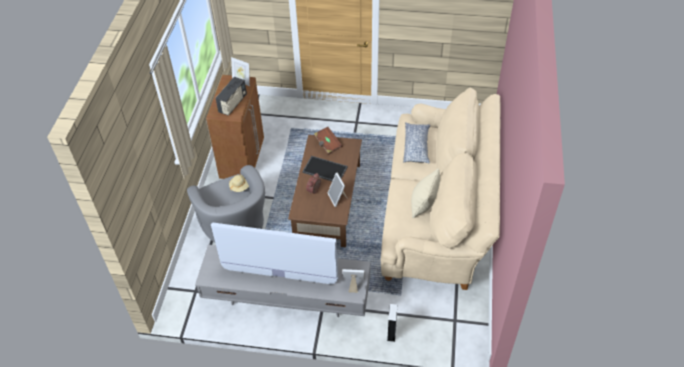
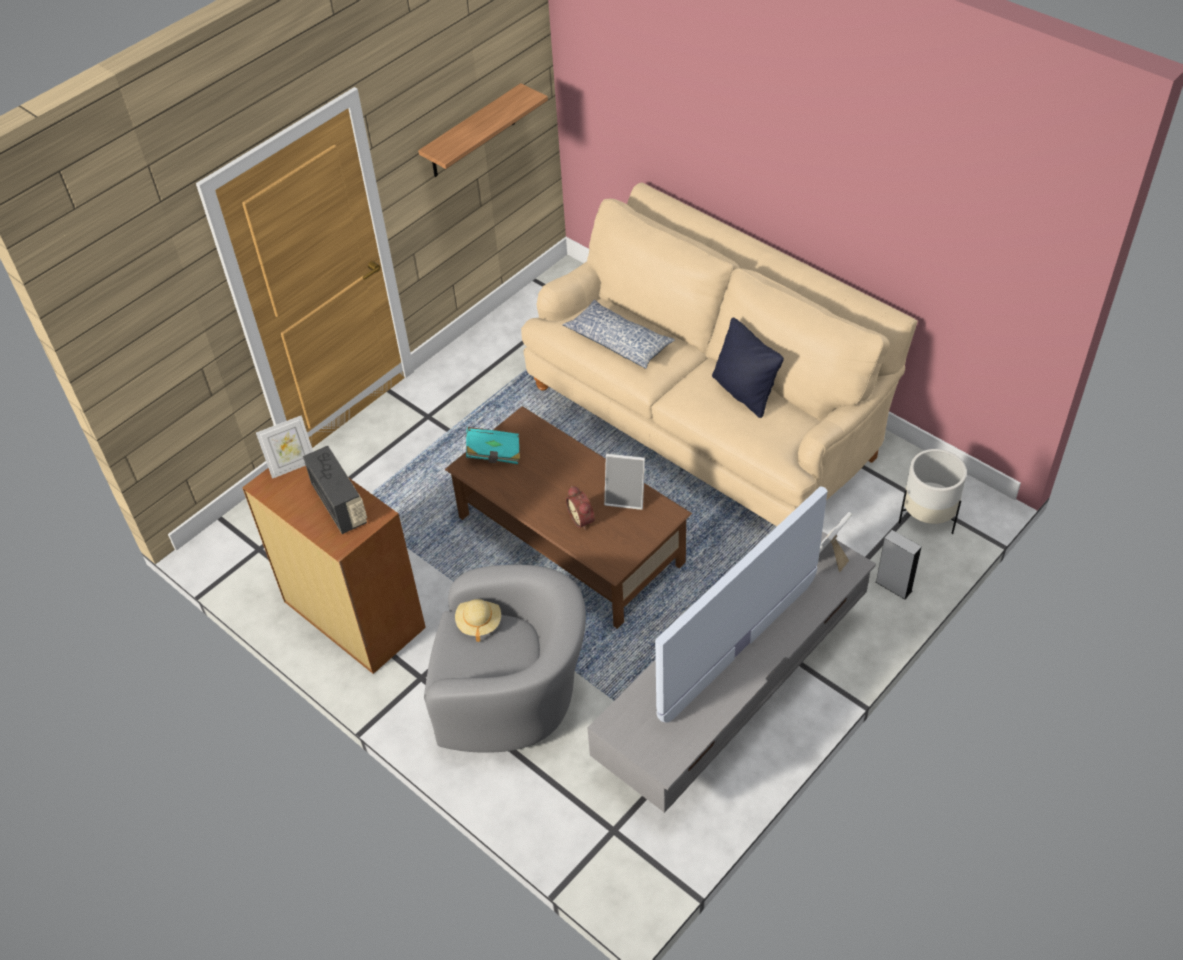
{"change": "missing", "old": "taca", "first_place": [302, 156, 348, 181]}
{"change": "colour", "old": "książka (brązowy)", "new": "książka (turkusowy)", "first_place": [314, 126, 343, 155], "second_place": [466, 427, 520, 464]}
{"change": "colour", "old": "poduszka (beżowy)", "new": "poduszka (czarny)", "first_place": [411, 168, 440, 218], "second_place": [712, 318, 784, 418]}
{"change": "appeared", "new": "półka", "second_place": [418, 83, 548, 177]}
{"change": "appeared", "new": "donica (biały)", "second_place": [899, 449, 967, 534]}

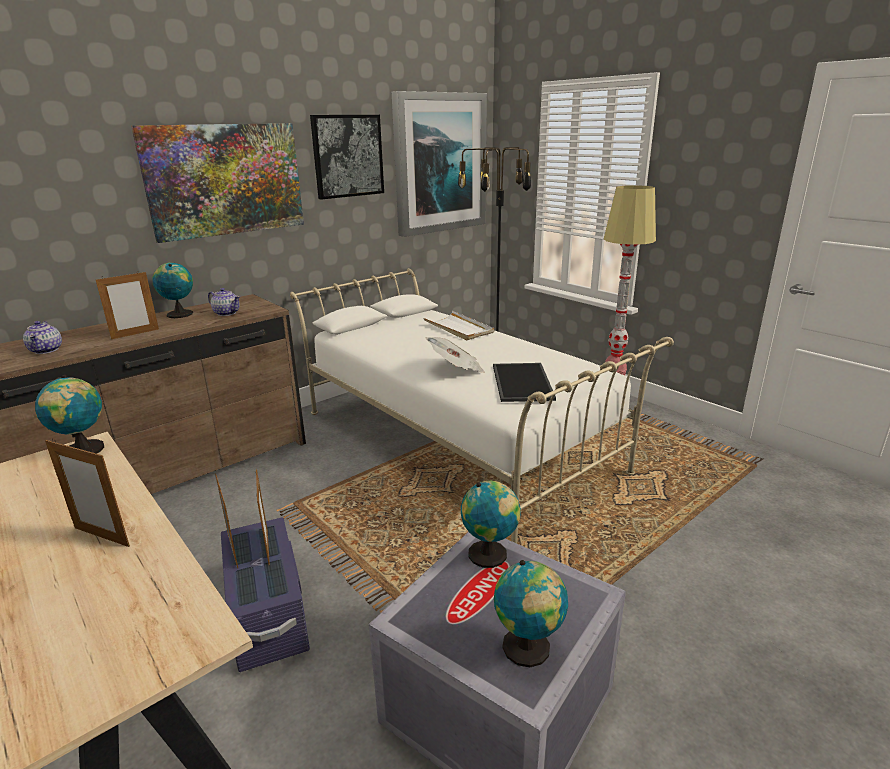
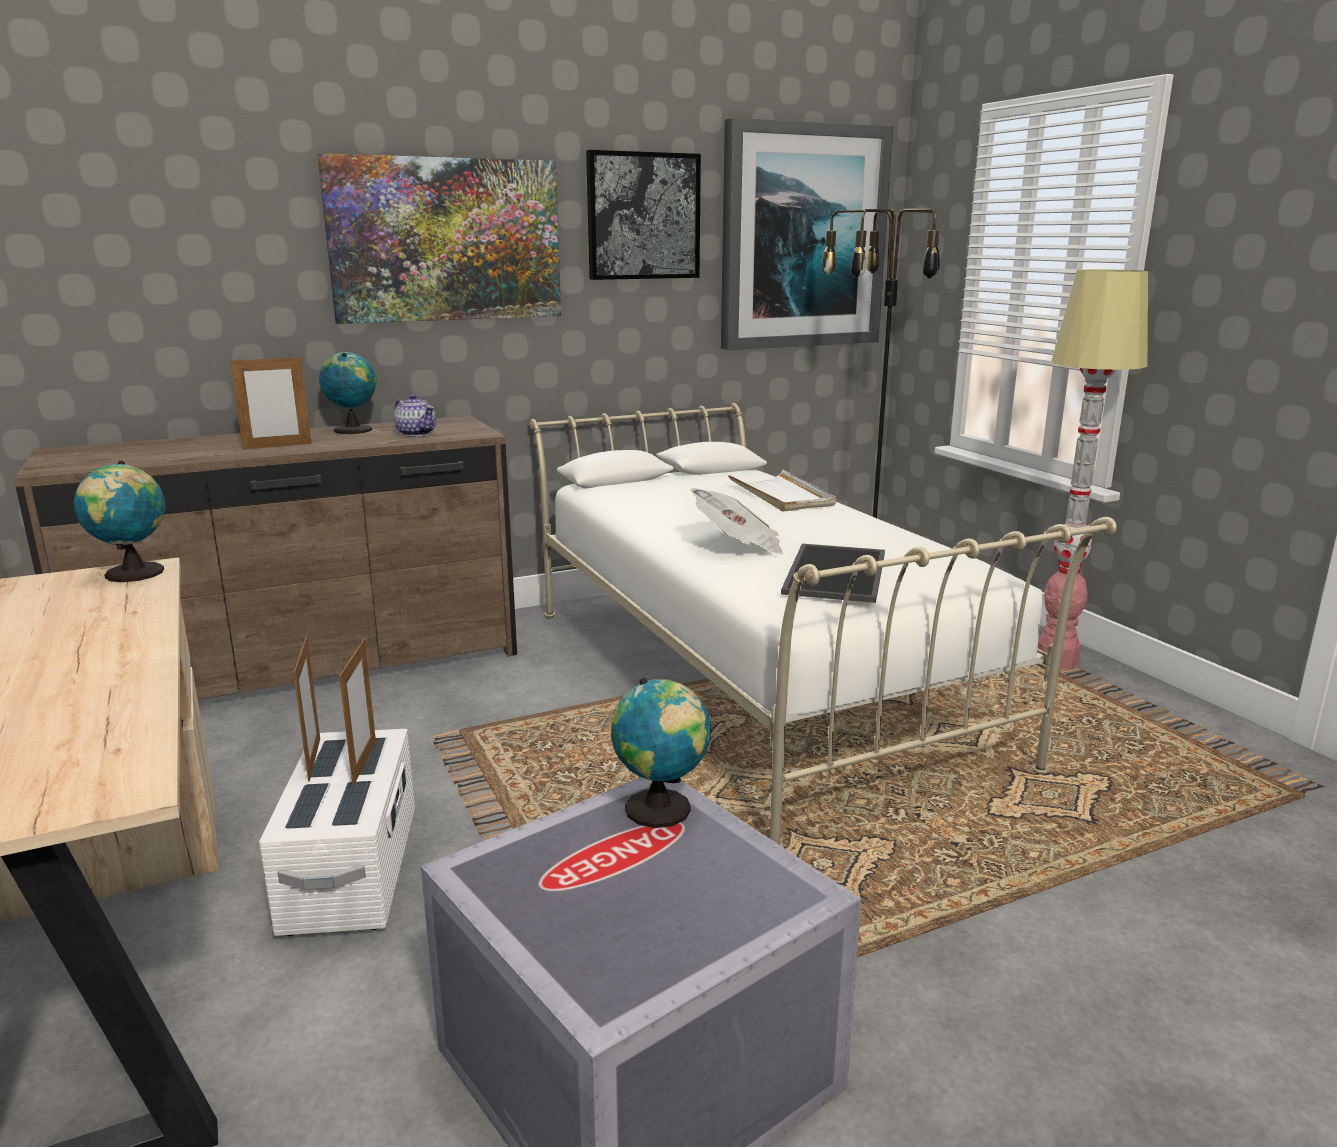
{"change": "missing", "old": "imbryk", "first_place": [23, 321, 62, 354]}
{"change": "missing", "old": "ramka na zdjęcie", "first_place": [45, 439, 130, 547]}
{"change": "colour", "old": "pojemnik do przechowywania (fioletowy)", "new": "pojemnik do przechowywania (biały)", "first_place": [221, 517, 310, 672], "second_place": [259, 729, 415, 936]}
{"change": "missing", "old": "globus", "first_place": [494, 560, 568, 667]}

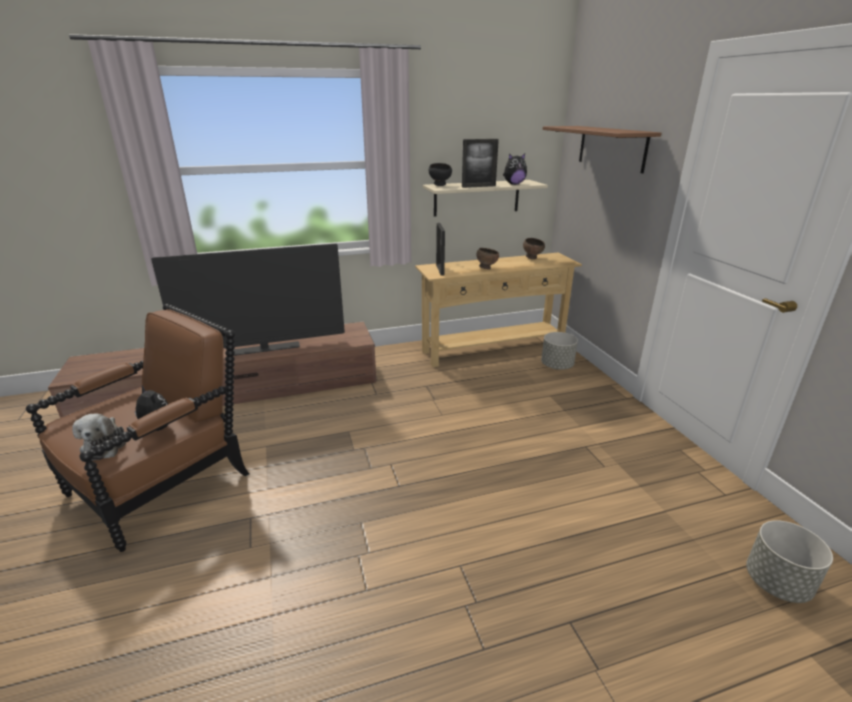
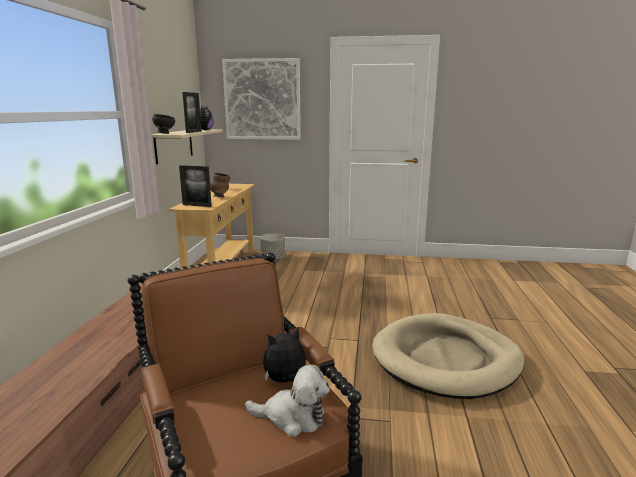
{"change": "missing", "old": "telewizor", "first_place": [151, 244, 345, 356]}
{"change": "exchanged", "old": "półka (brązowy)", "new": "obraz", "first_place": [542, 126, 661, 173], "second_place": [222, 58, 301, 140]}
{"change": "missing", "old": "donica (szary)", "first_place": [746, 520, 833, 603]}
{"change": "appeared", "new": "legowisko (beżowy)", "second_place": [372, 313, 525, 399]}

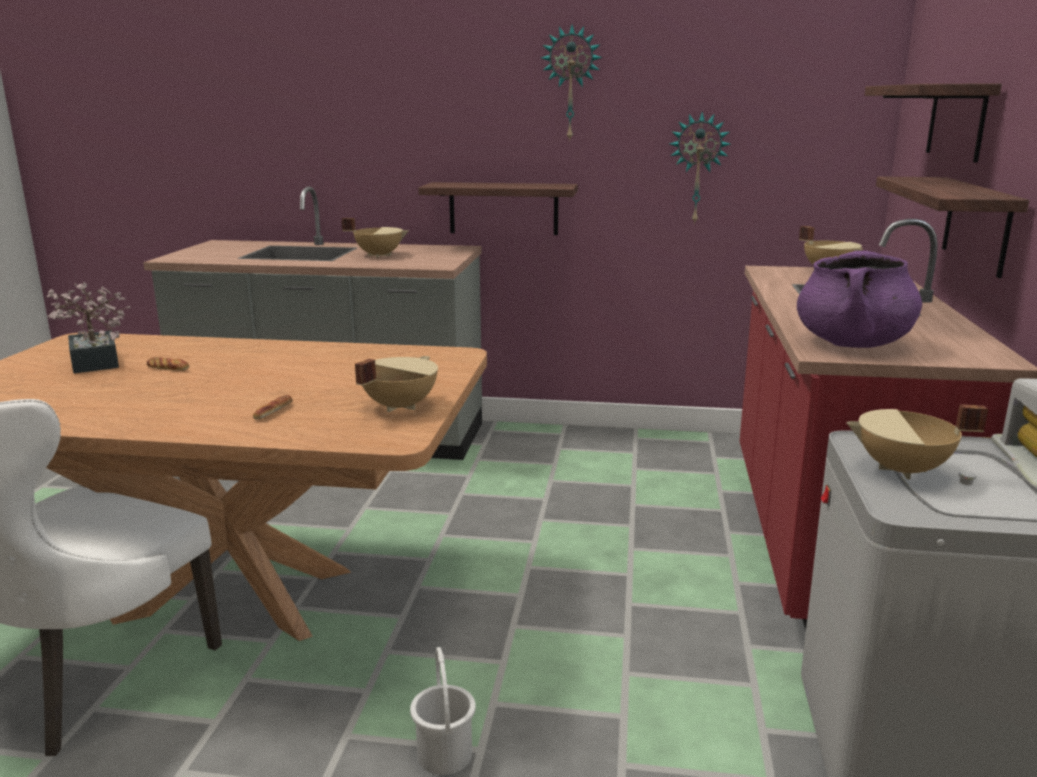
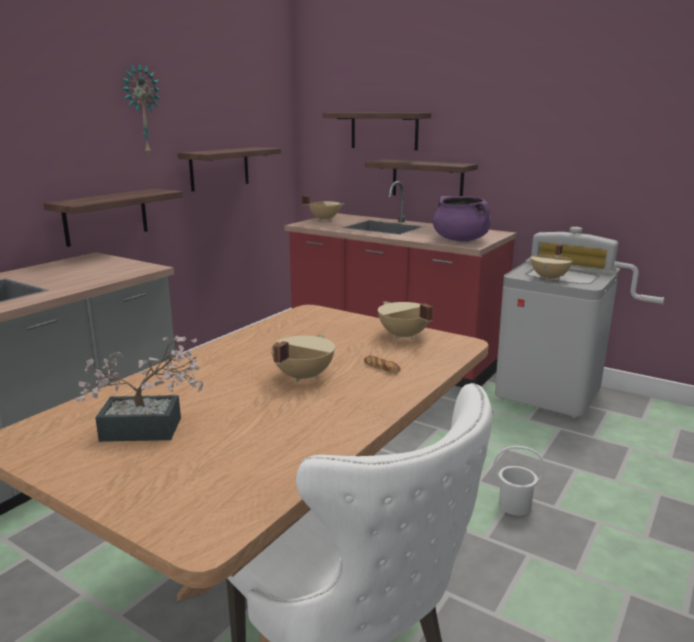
{"change": "missing", "old": "chleb", "first_place": [147, 357, 189, 371]}
{"change": "relocated", "old": "garnek (beżowy)", "first_place": [342, 218, 409, 258], "second_place": [271, 334, 335, 382]}
{"change": "exchanged", "old": "zegar ścienny", "new": "półka", "first_place": [669, 112, 731, 225], "second_place": [177, 147, 281, 191]}

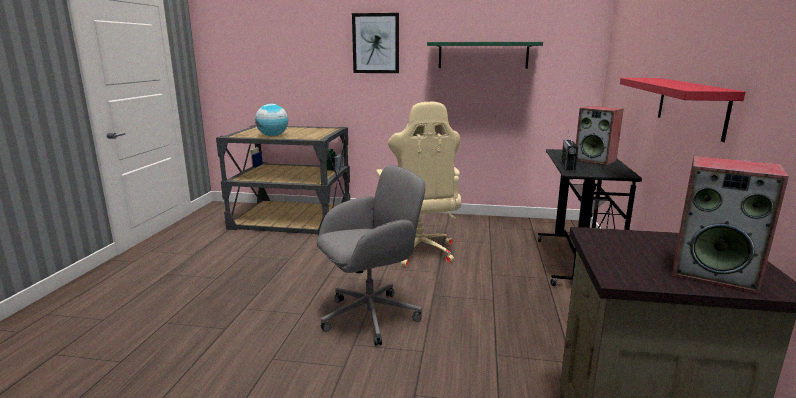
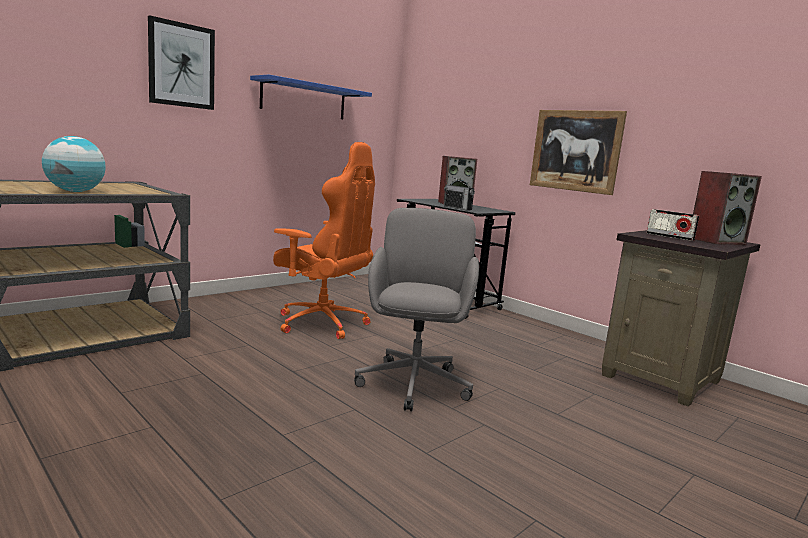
{"change": "colour", "old": "krzesło biurowe (beżowy)", "new": "krzesło biurowe (pomarańczowy)", "first_place": [376, 102, 461, 267], "second_place": [273, 142, 375, 339]}
{"change": "colour", "old": "półka (zielony)", "new": "półka (niebieski)", "first_place": [427, 42, 543, 69], "second_place": [250, 75, 372, 119]}
{"change": "exchanged", "old": "półka (czerwony)", "new": "obraz", "first_place": [620, 78, 745, 142], "second_place": [530, 110, 627, 195]}
{"change": "appeared", "new": "radio", "second_place": [647, 209, 699, 241]}

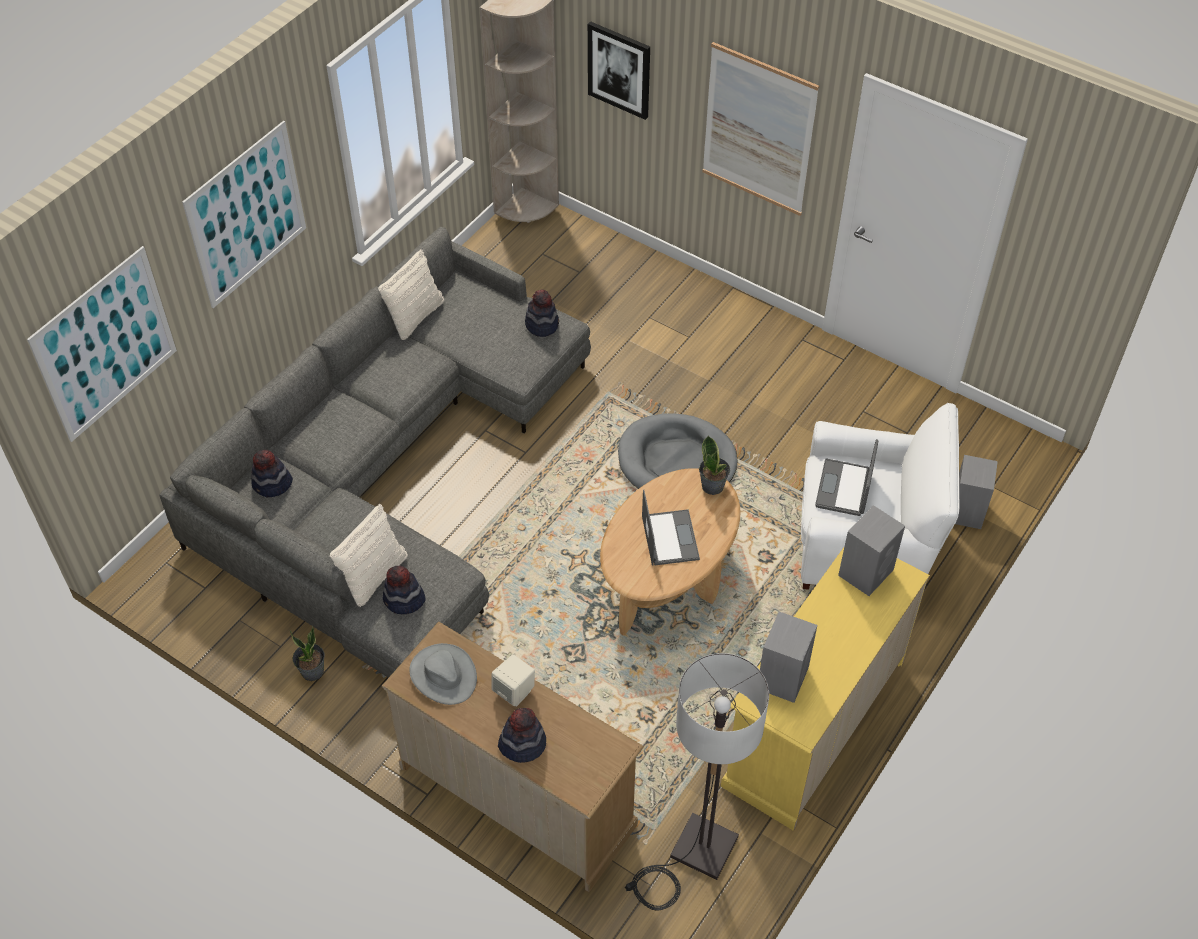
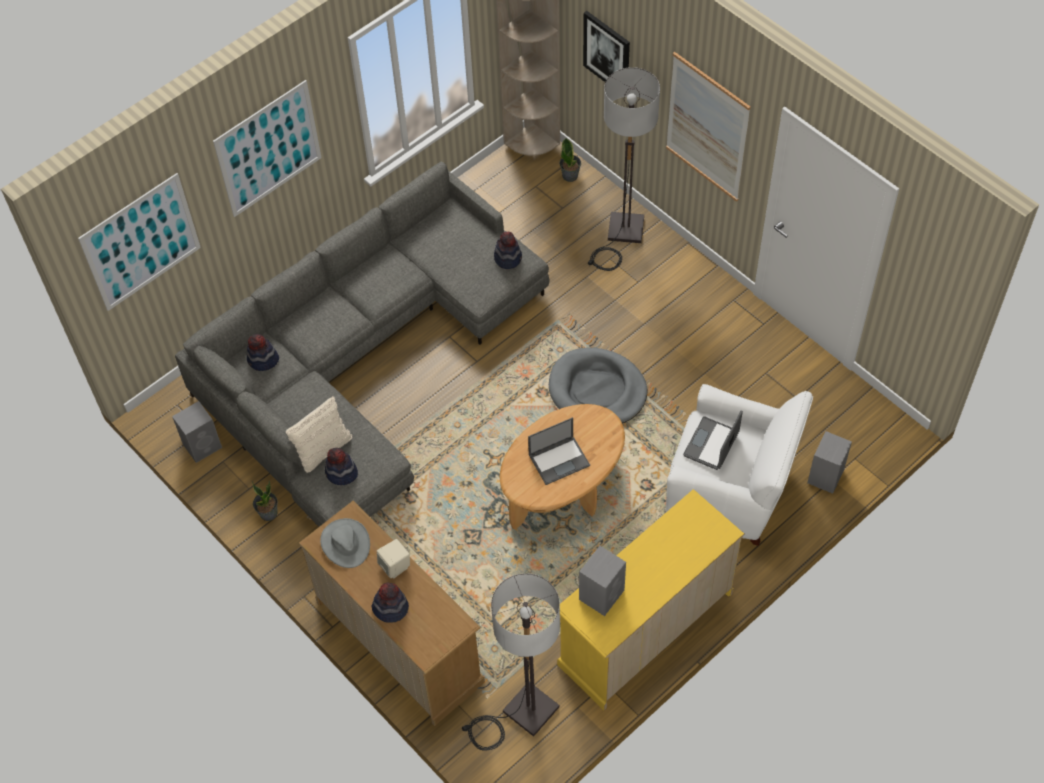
{"change": "missing", "old": "poduszka (beżowy)", "first_place": [378, 249, 445, 340]}
{"change": "spun", "old": "laptop", "first_place": [642, 490, 700, 566], "second_place": [528, 417, 590, 485], "degrees": 60}
{"change": "relocated", "old": "roślina doniczkowa", "first_place": [699, 436, 730, 495], "second_place": [559, 138, 581, 182]}
{"change": "relocated", "old": "głośnik (szary)", "first_place": [838, 505, 905, 596], "second_place": [172, 401, 222, 463]}
{"change": "appeared", "new": "lampa stojąca", "second_place": [588, 67, 660, 271]}

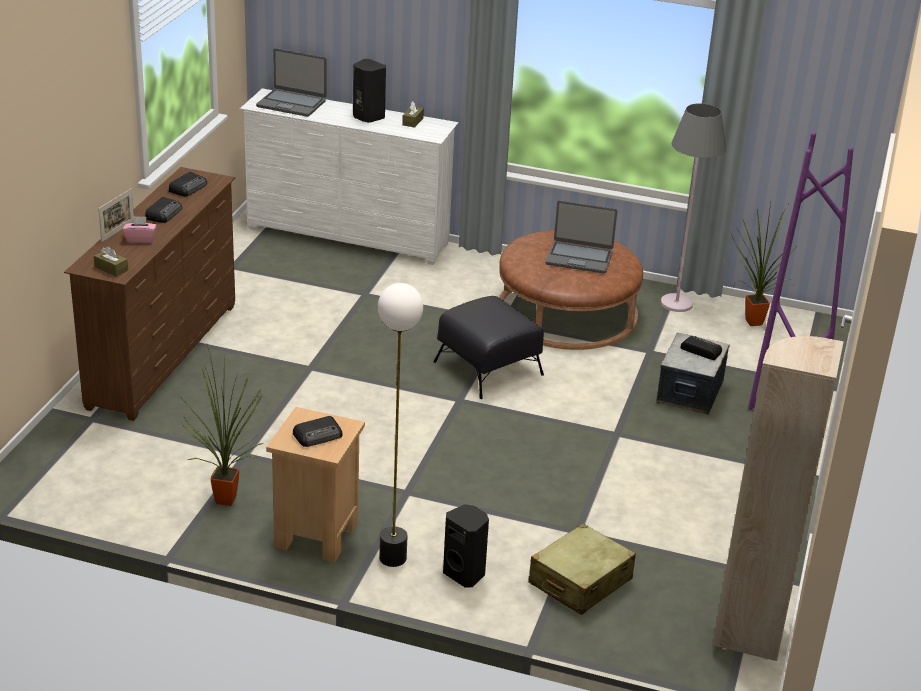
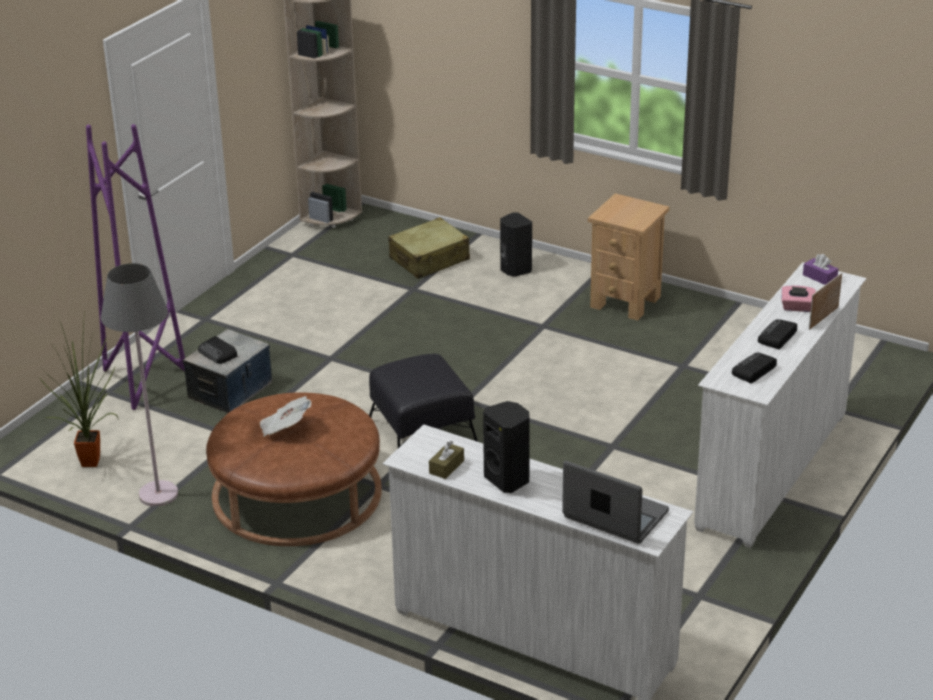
{"change": "colour", "old": "komoda (brązowy)", "new": "komoda (biały)", "first_place": [64, 167, 236, 421], "second_place": [694, 262, 866, 548]}
{"change": "colour", "old": "pudełko chusteczek (brązowy)", "new": "pudełko chusteczek (fioletowy)", "first_place": [94, 246, 128, 277], "second_place": [803, 254, 838, 285]}
{"change": "missing", "old": "roślina doniczkowa", "first_place": [179, 344, 264, 506]}
{"change": "missing", "old": "radio", "first_place": [293, 416, 343, 447]}
{"change": "missing", "old": "lampa stojąca", "first_place": [378, 283, 423, 567]}
{"change": "exchanged", "old": "laptop", "new": "gazeta", "first_place": [546, 200, 617, 273], "second_place": [260, 396, 311, 437]}

